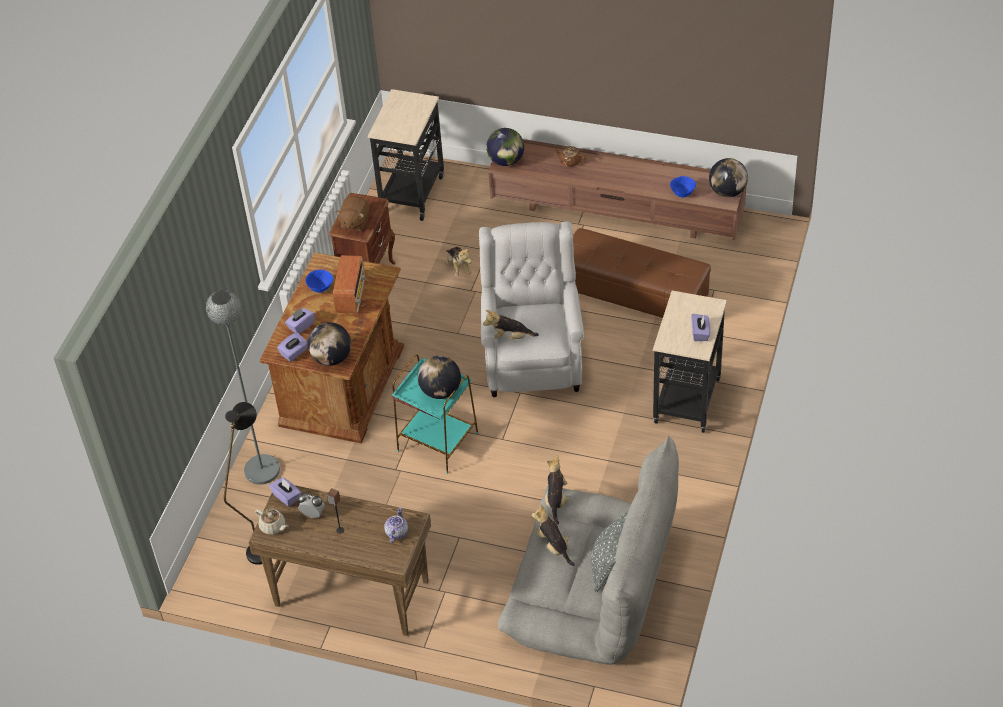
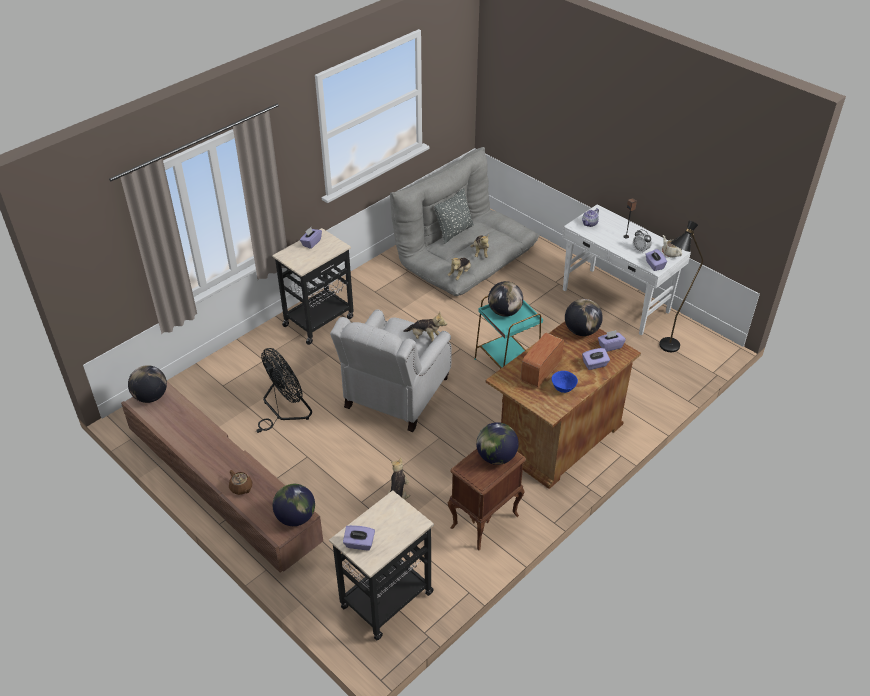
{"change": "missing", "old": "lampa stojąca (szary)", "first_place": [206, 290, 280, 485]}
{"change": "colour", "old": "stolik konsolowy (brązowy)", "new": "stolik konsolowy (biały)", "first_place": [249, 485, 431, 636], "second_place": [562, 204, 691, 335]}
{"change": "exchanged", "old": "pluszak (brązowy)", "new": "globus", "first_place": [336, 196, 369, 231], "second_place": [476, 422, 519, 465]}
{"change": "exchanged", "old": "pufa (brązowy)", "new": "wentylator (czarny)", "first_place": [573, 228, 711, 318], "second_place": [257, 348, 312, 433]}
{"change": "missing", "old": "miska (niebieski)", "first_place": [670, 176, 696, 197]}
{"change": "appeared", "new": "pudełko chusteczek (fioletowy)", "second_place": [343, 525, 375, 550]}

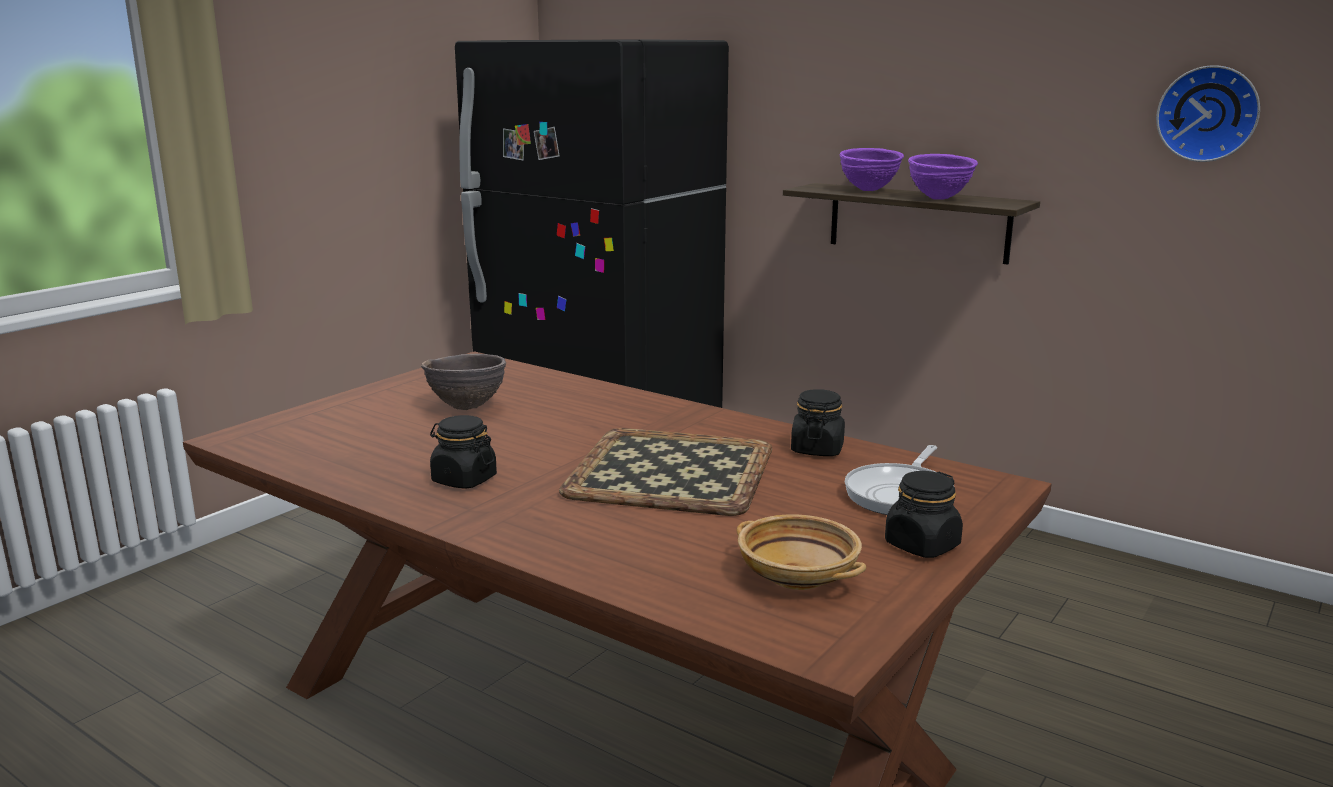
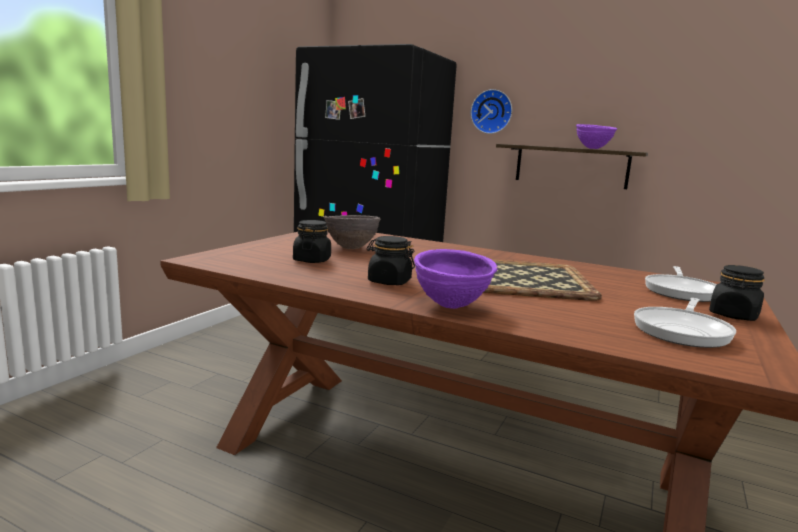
{"change": "exchanged", "old": "miska (beżowy)", "new": "patelnia", "first_place": [737, 514, 866, 590], "second_place": [634, 298, 736, 348]}
{"change": "relocated", "old": "słoik (czarny)", "first_place": [791, 389, 845, 456], "second_place": [293, 220, 331, 263]}
{"change": "relocated", "old": "miska (fioletowy)", "first_place": [839, 148, 904, 191], "second_place": [414, 249, 497, 309]}
{"change": "relocated", "old": "zegar ścienny", "first_place": [1156, 65, 1260, 162], "second_place": [471, 89, 512, 134]}

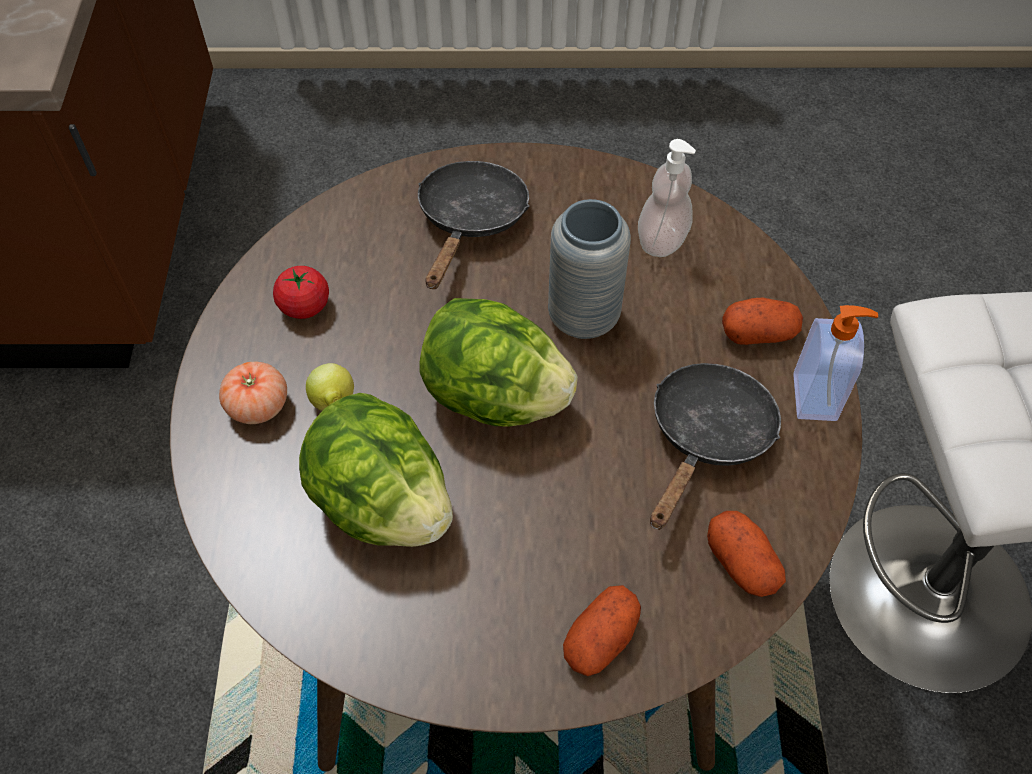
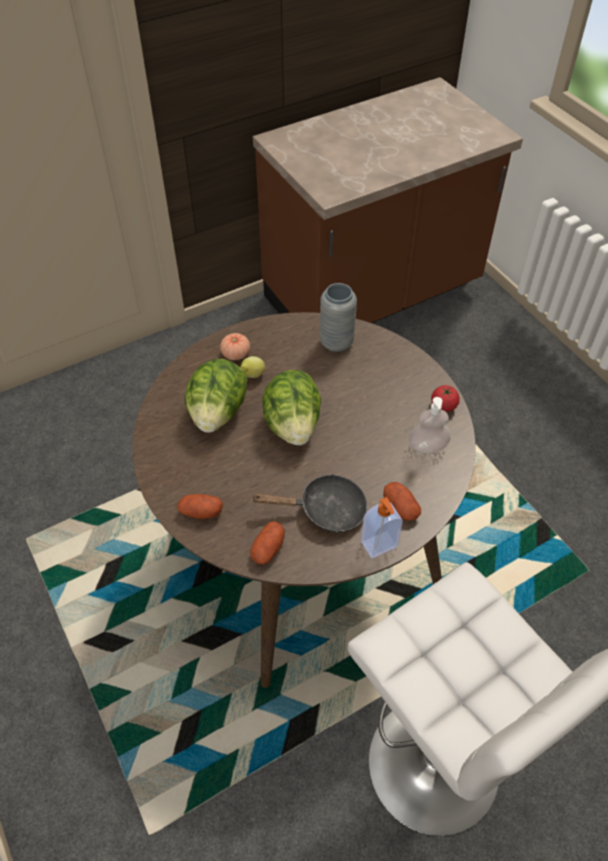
{"change": "relocated", "old": "pomidor", "first_place": [273, 266, 329, 319], "second_place": [431, 385, 460, 412]}
{"change": "missing", "old": "patelnia (czarny)", "first_place": [418, 161, 529, 289]}
{"change": "relocated", "old": "wazon (szary)", "first_place": [548, 199, 631, 339], "second_place": [320, 283, 357, 352]}

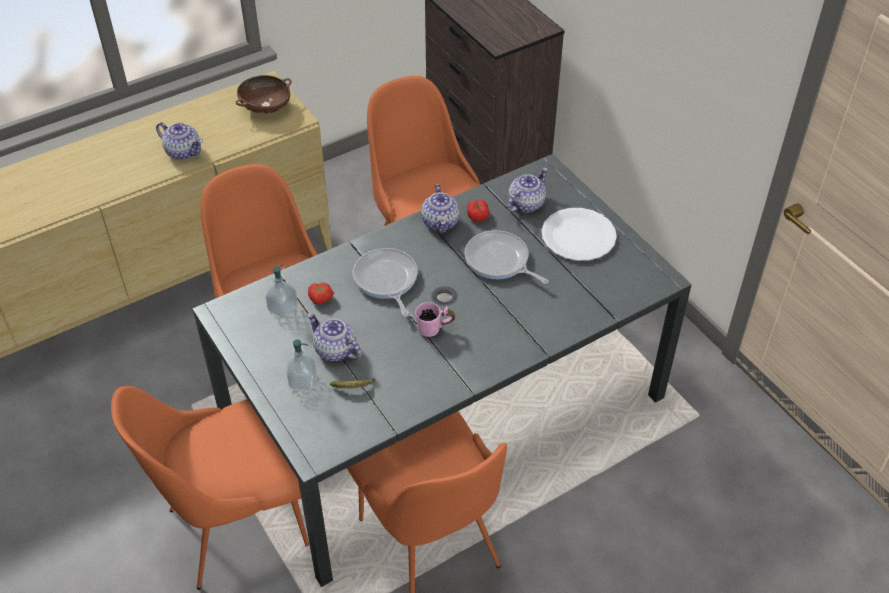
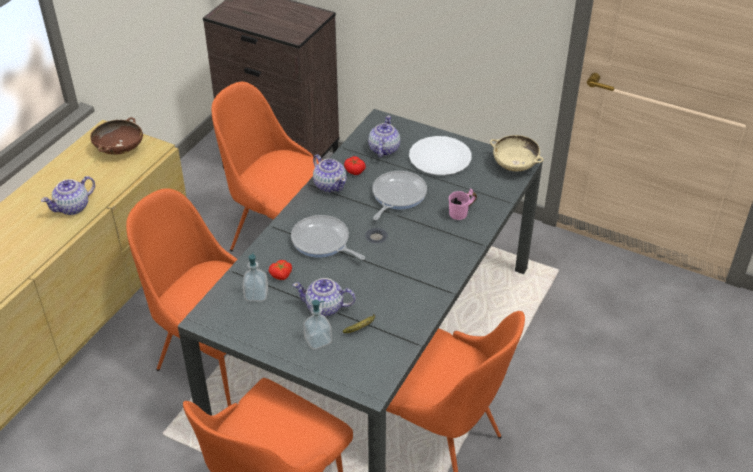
{"change": "spun", "old": "imbryk", "first_place": [156, 122, 203, 160], "second_place": [41, 176, 95, 215], "degrees": 135}
{"change": "relocated", "old": "kubek (różowy)", "first_place": [415, 302, 455, 337], "second_place": [449, 188, 477, 220]}
{"change": "spun", "old": "patelnia", "first_place": [465, 230, 549, 284], "second_place": [372, 171, 427, 220], "degrees": 105}
{"change": "appeared", "new": "miska (beżowy)", "second_place": [490, 135, 544, 171]}

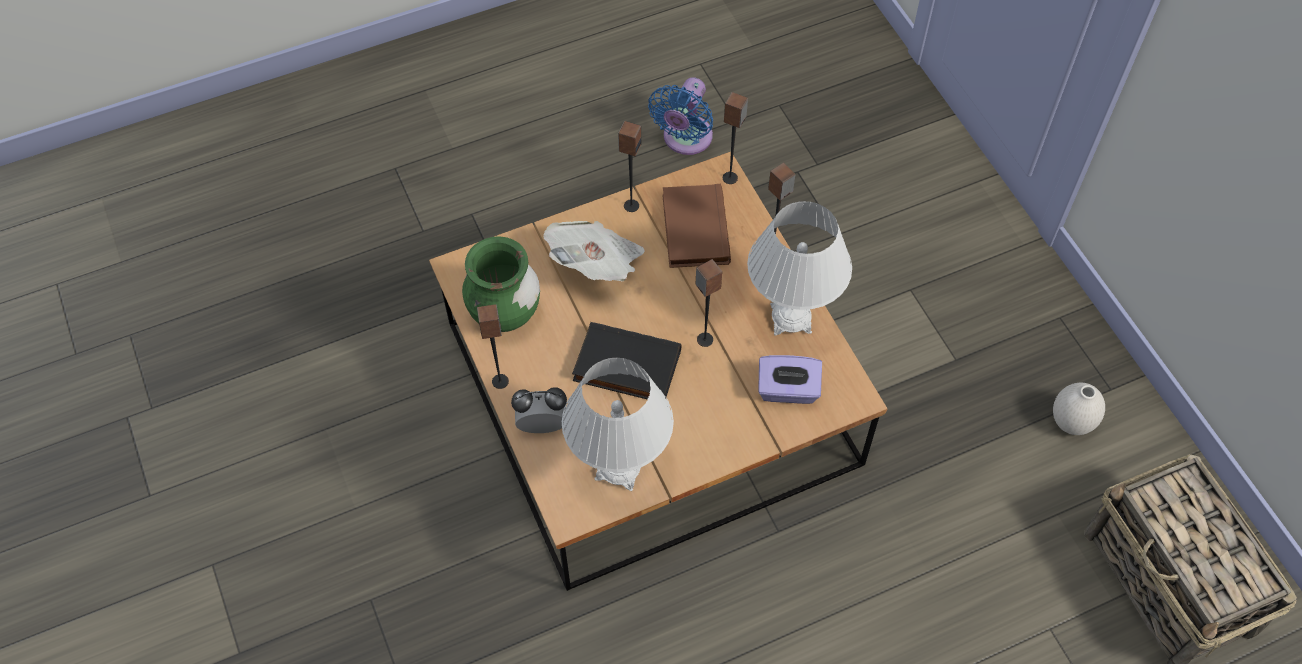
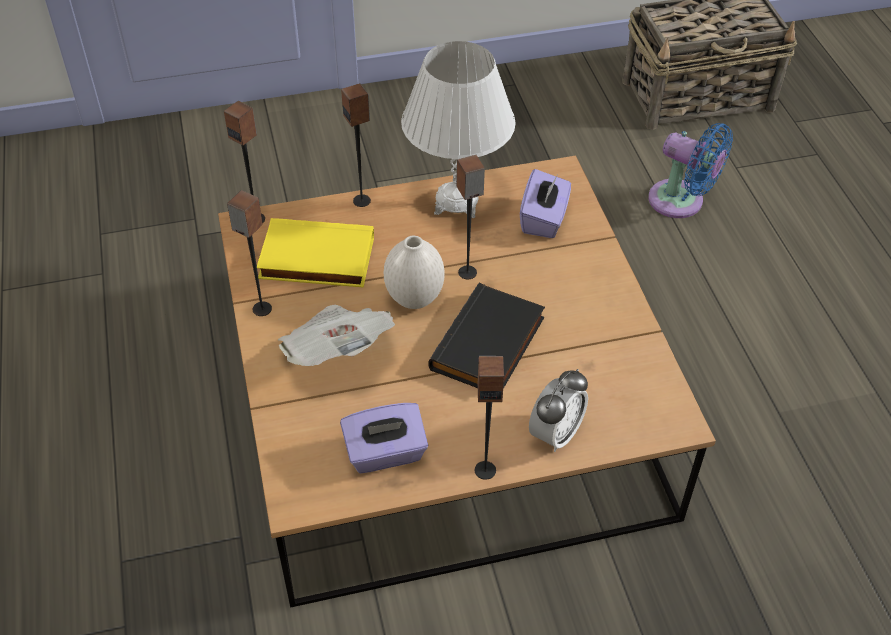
{"change": "exchanged", "old": "wazon (zielony)", "new": "pudełko chusteczek (fioletowy)", "first_place": [462, 236, 540, 332], "second_place": [340, 403, 428, 473]}
{"change": "spun", "old": "budzik", "first_place": [511, 387, 567, 433], "second_place": [529, 369, 588, 452], "degrees": -150}
{"change": "missing", "old": "lampa stołowa (biały)", "first_place": [562, 358, 674, 491]}
{"change": "relocated", "old": "wentylator (niebieski)", "first_place": [648, 77, 713, 155], "second_place": [648, 123, 733, 218]}
{"change": "colour", "old": "książka (brązowy)", "new": "książka (żółty)", "first_place": [662, 184, 731, 268], "second_place": [257, 218, 374, 288]}
{"change": "relocated", "old": "wazon (biały)", "first_place": [1053, 383, 1105, 435], "second_place": [384, 236, 445, 309]}

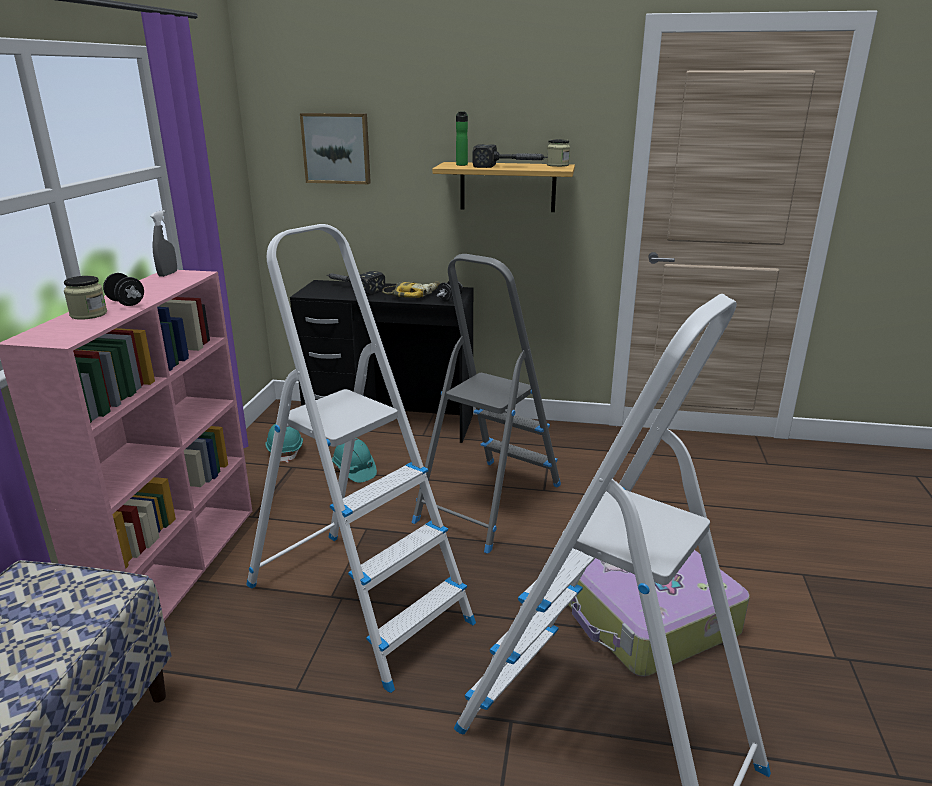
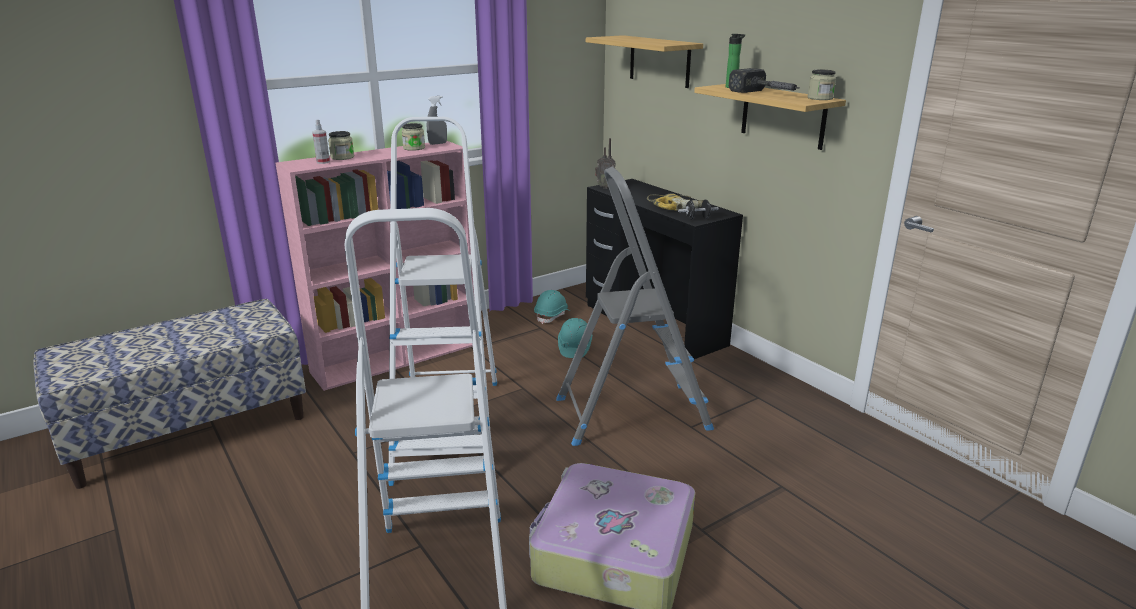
{"change": "missing", "old": "hantel (czarny)", "first_place": [103, 273, 144, 306]}
{"change": "exchanged", "old": "obraz", "new": "półka", "first_place": [300, 113, 371, 184], "second_place": [586, 35, 703, 88]}
{"change": "missing", "old": "młotek", "first_place": [326, 271, 386, 296]}
{"change": "appeared", "new": "spryskiwacz", "second_place": [312, 119, 330, 164]}
{"change": "appeared", "new": "słoik", "second_place": [402, 123, 425, 151]}
{"change": "appeared", "new": "radio", "second_place": [595, 138, 616, 189]}

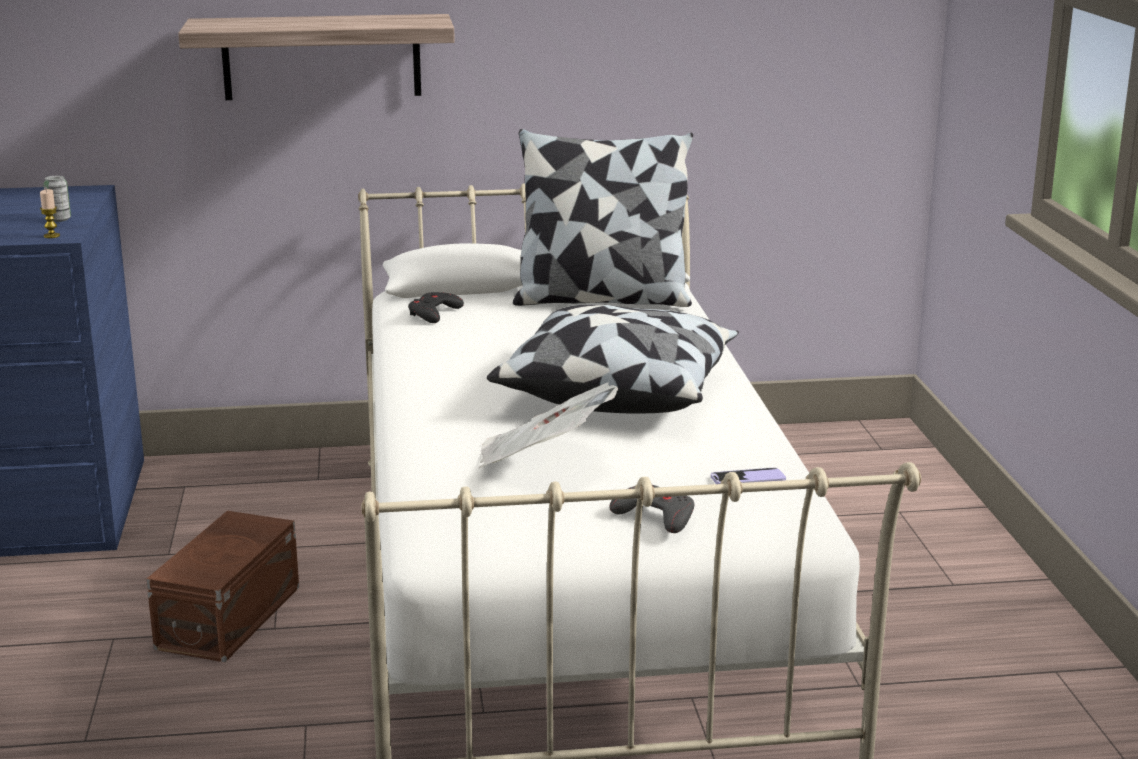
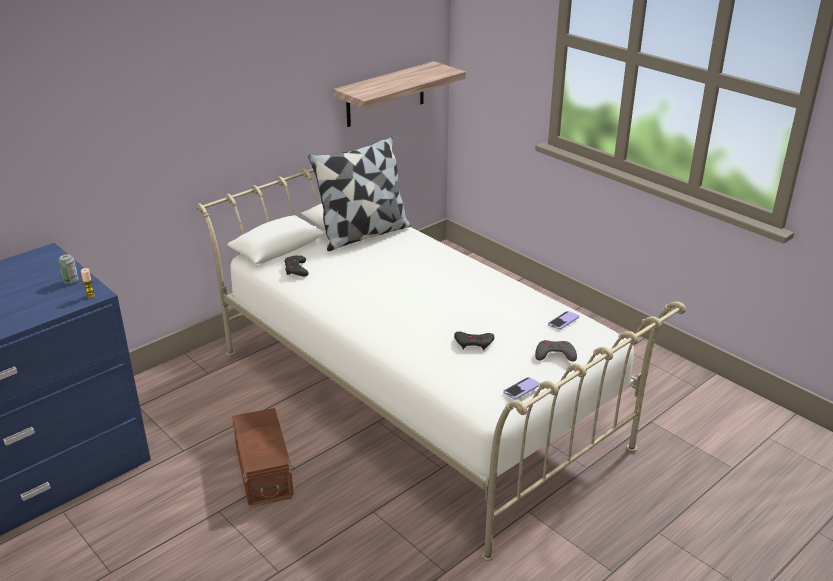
{"change": "relocated", "old": "półka", "first_place": [178, 14, 455, 100], "second_place": [333, 61, 466, 127]}
{"change": "exchanged", "old": "gazeta", "new": "pad do gier (czarny)", "first_place": [478, 382, 618, 468], "second_place": [454, 332, 494, 350]}
{"change": "missing", "old": "poduszka", "first_place": [487, 304, 739, 414]}
{"change": "appeared", "new": "telefon", "second_place": [503, 377, 540, 399]}

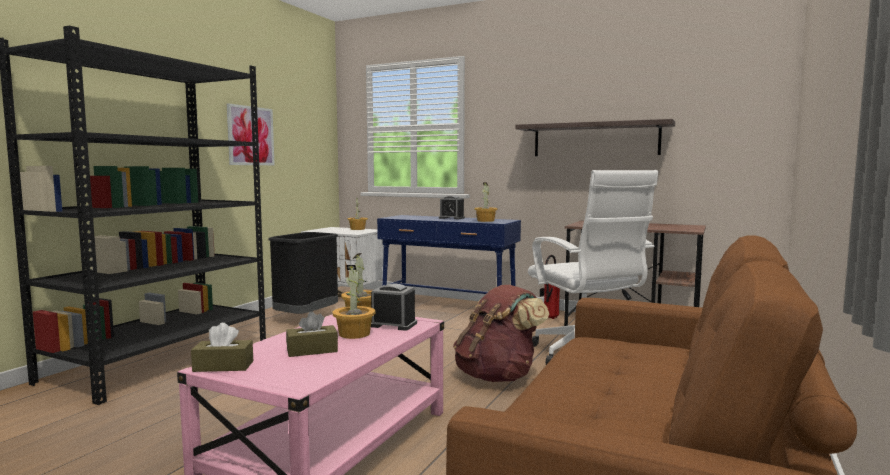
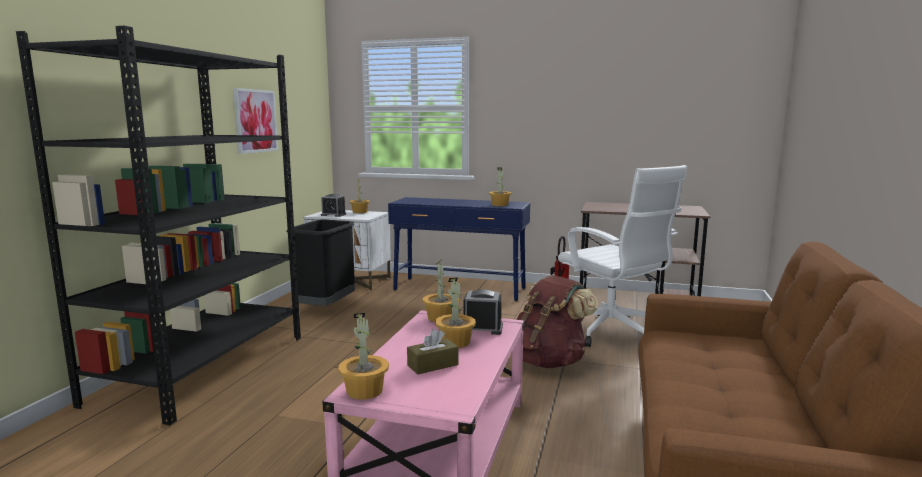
{"change": "exchanged", "old": "pudełko chusteczek (brązowy)", "new": "roślina doniczkowa", "first_place": [191, 323, 253, 372], "second_place": [338, 313, 389, 400]}
{"change": "relocated", "old": "budzik", "first_place": [439, 196, 465, 219], "second_place": [321, 194, 346, 217]}
{"change": "missing", "old": "półka", "first_place": [515, 119, 675, 156]}

